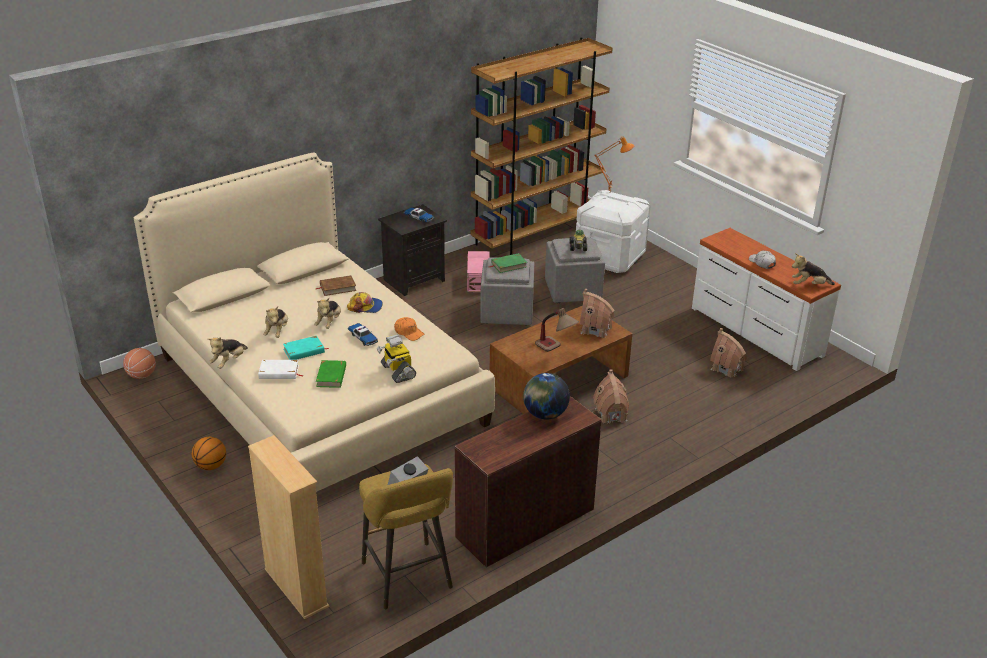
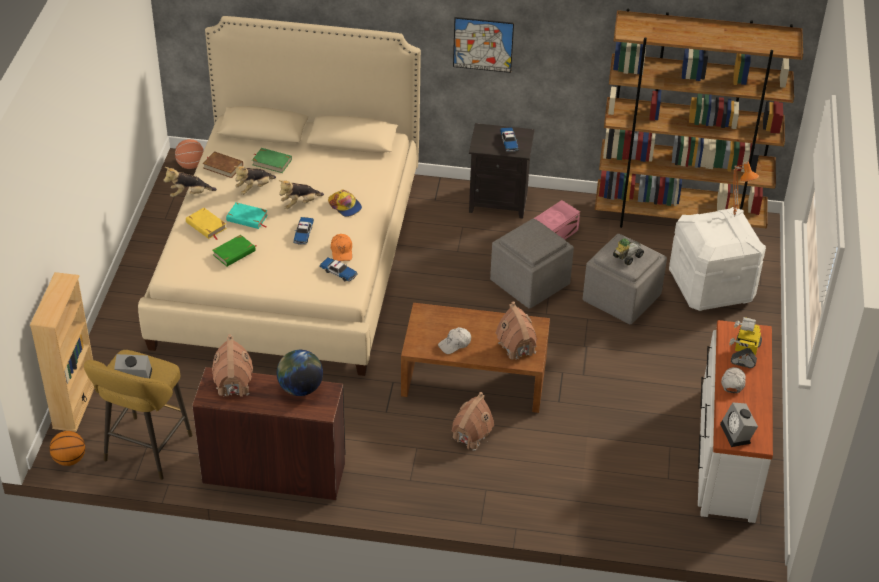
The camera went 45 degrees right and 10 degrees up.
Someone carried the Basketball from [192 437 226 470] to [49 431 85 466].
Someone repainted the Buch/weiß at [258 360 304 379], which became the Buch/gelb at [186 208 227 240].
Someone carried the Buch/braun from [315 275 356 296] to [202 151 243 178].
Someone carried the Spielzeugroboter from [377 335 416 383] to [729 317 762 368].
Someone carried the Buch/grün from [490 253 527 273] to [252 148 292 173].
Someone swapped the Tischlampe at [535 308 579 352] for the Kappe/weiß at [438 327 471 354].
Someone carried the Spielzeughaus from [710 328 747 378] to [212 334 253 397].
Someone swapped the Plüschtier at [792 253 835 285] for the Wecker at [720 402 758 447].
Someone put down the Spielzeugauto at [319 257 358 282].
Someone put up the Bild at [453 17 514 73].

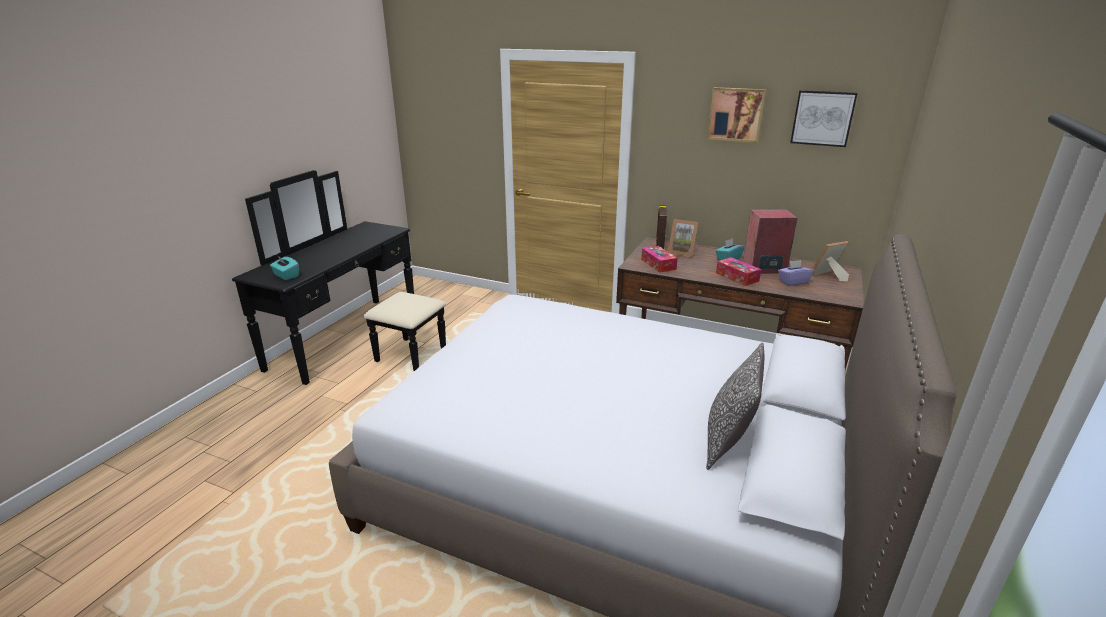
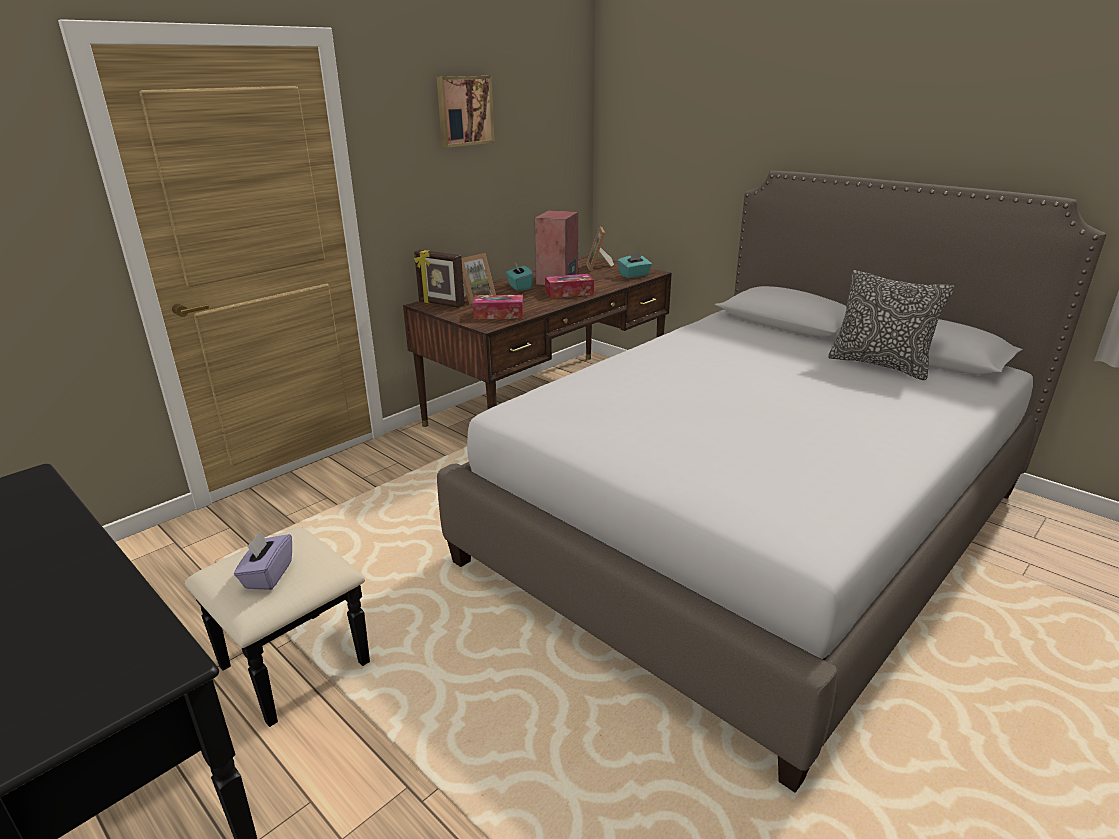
The camera went 70 degrees left and 0 degrees up.
Someone carried the Taschentuchbox/türkis from [270 256 299 280] to [618 252 652 278].
Someone carried the Taschentuchbox/lila from [778 260 814 286] to [234 531 292 590].
Someone took away the Bild at [790 90 858 147].

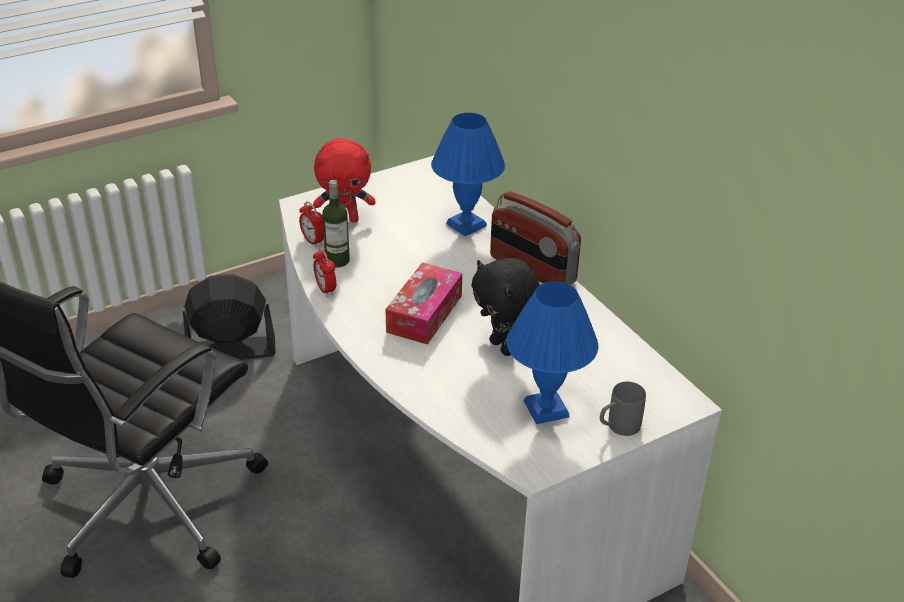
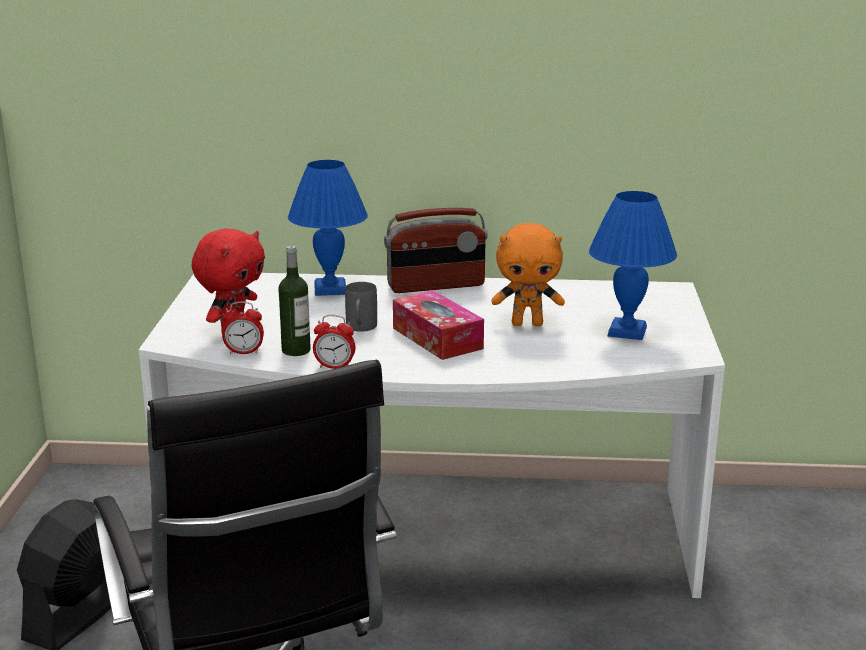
The camera went 55 degrees left and 15 degrees down.
Someone repainted the Plüschtier/schwarz at [471 258 540 356], which became the Plüschtier/orange at [491 223 565 326].
Someone carried the Henkelbecher/grau from [600 381 646 436] to [345 282 377 332].

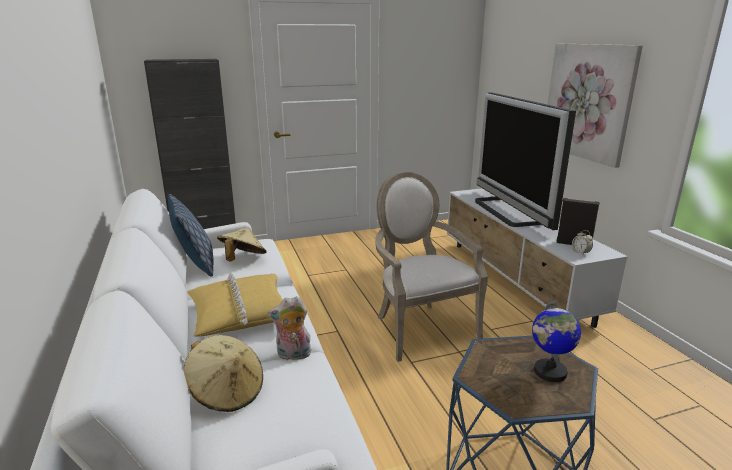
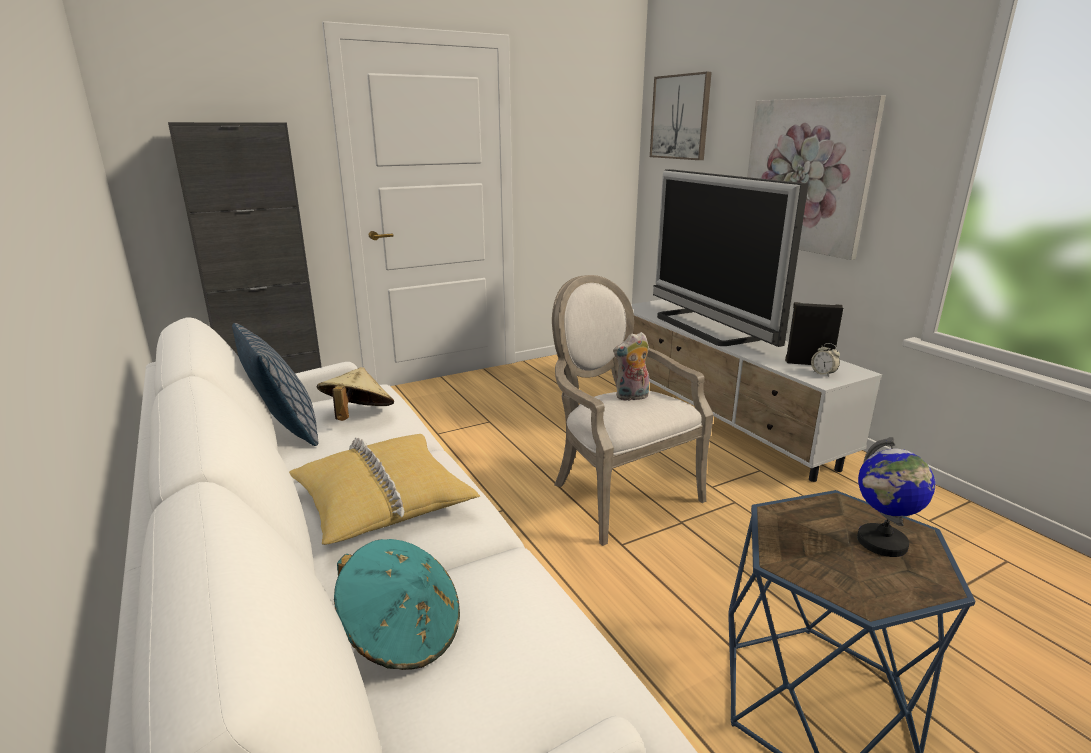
The camera went 10 degrees left and 0 degrees up.
Someone repainted the Hut/beige at [184 335 263 412], which became the Hut/türkis at [334 539 460 670].
Someone carried the Plüschtier from [268 296 311 360] to [613 332 649 401].
Someone put up the Bild at [650 72 712 160].

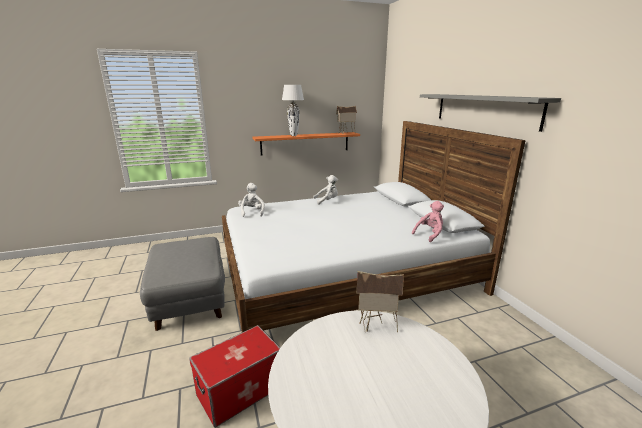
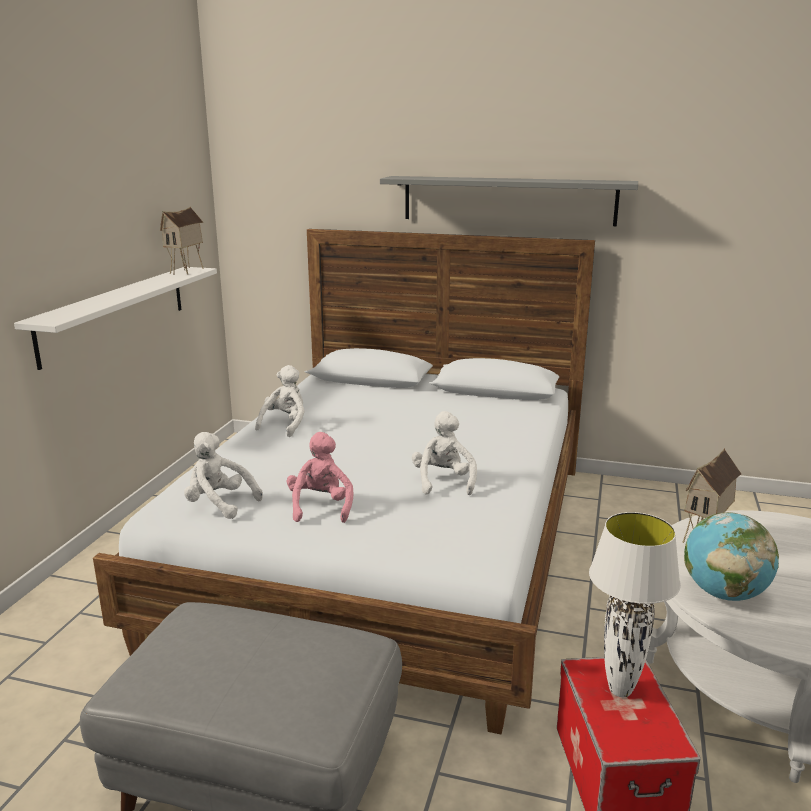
The camera went 55 degrees left and 0 degrees up.
Someone repainted the Wandregal/orange at [252 132 360 155], which became the Wandregal/weiß at [14 267 217 370].
Someone carried the Tischlampe/weiß from [282 85 304 136] to [589 512 681 697].
Someone carried the Plüschtier/rosa from [412 201 444 242] to [287 432 353 523].
Someone put down the Plüschtier/weiß at [412 411 477 495].
Someone put down the Globus at [684 512 779 601].

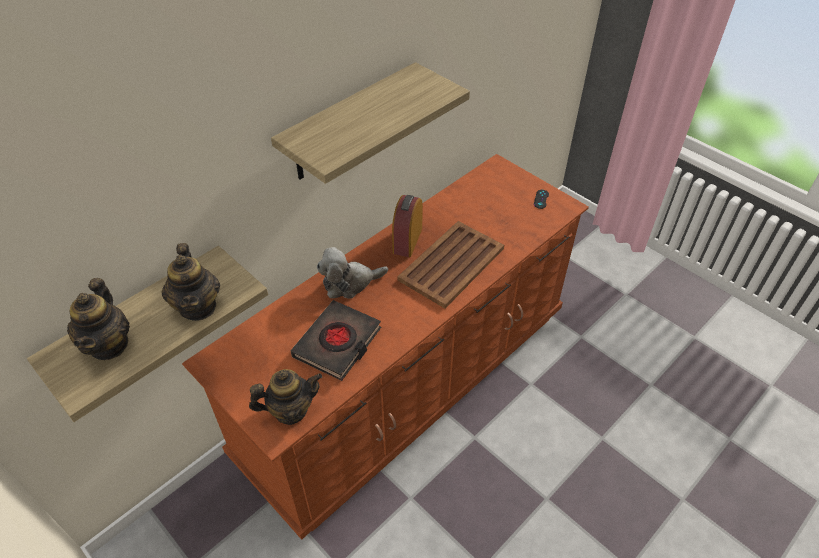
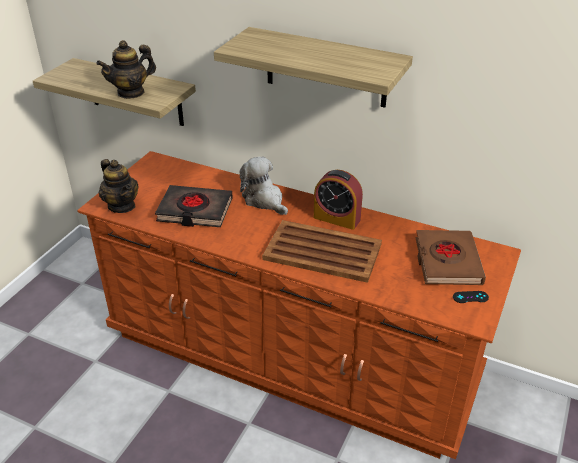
The camera went 70 degrees right and 10 degrees down.
Someone took away the Teekanne at [67 278 130 360].
Someone rotated the Wecker at [392 195 423 257] by 150 degrees counterclockwise.
Someone put down the Buch/braun at [416 230 486 285].

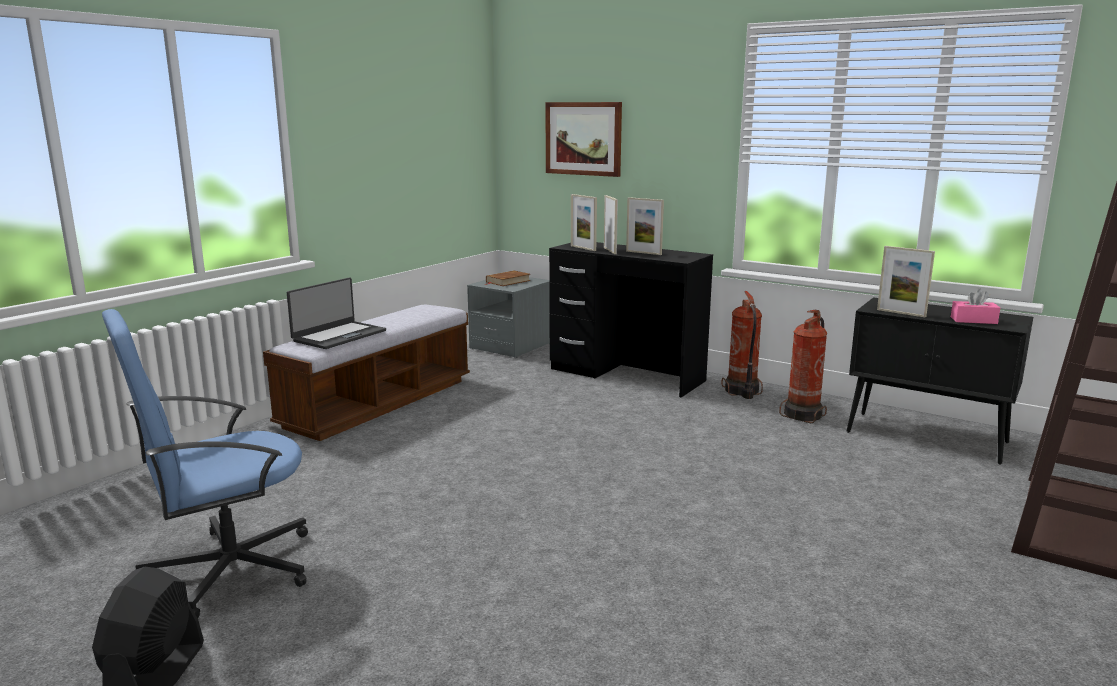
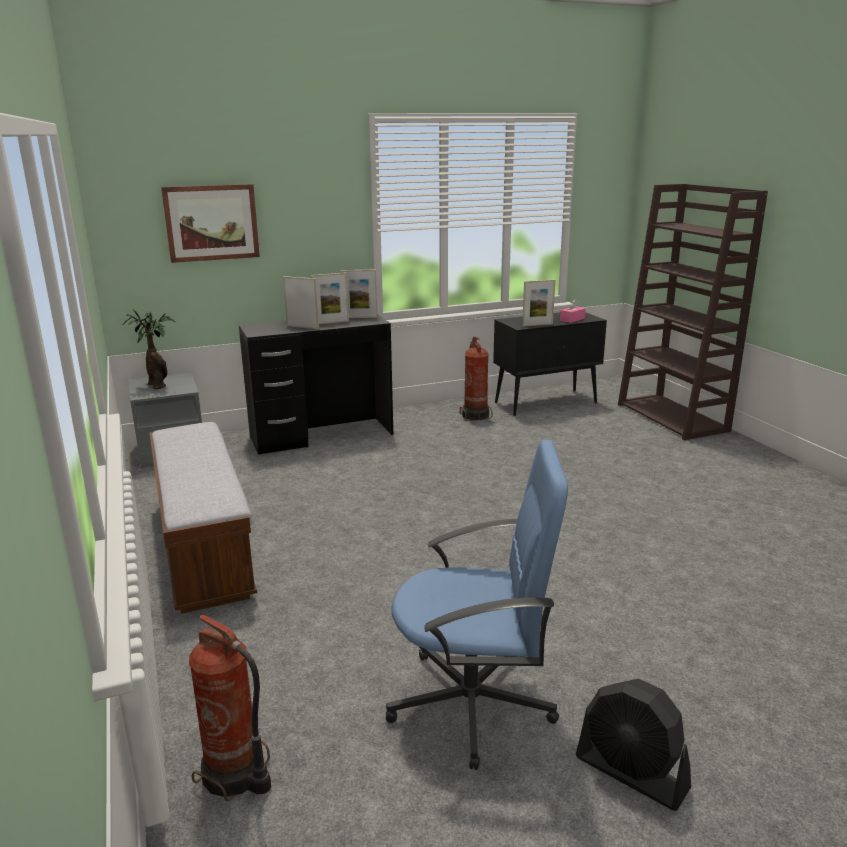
The camera went 55 degrees left and 5 degrees up.
Someone rotated the Bürostuhl/blau at [102 309 308 618] by 90 degrees counterclockwise.
Someone took away the Laptop at [287 278 386 349].
Someone swapped the Buch/braun at [485 271 531 286] for the Topfpflanze at [123 309 176 389].
Someone carried the Bilderrahmen from [571 194 597 251] to [341 270 377 318].
Someone carried the Feuerlöscher from [721 291 763 399] to [189 615 271 802].

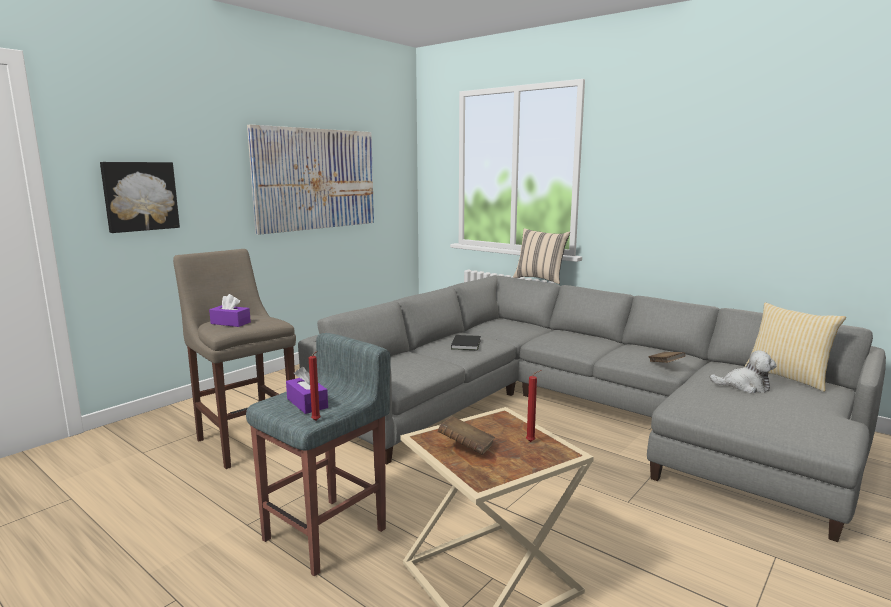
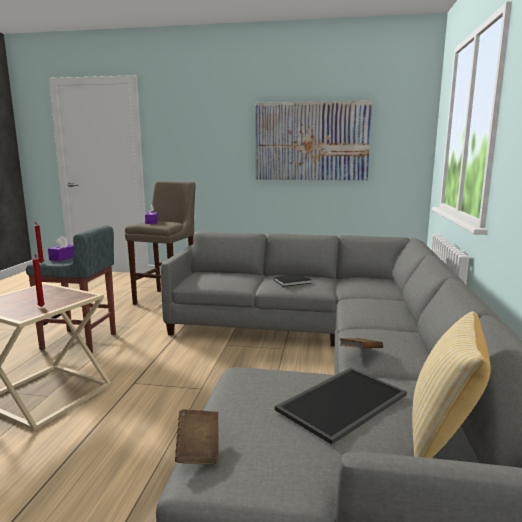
The camera went 60 degrees right and 0 degrees up.
Someone took away the Bild at [100 162 180 233].
Someone carried the Buch/braun from [438 416 495 455] to [175 409 219 465].
Someone took away the Kissen/beige at [513 228 570 284].
Someone swapped the Plüschtier at [710 350 776 393] for the Tablett at [275 368 407 445].

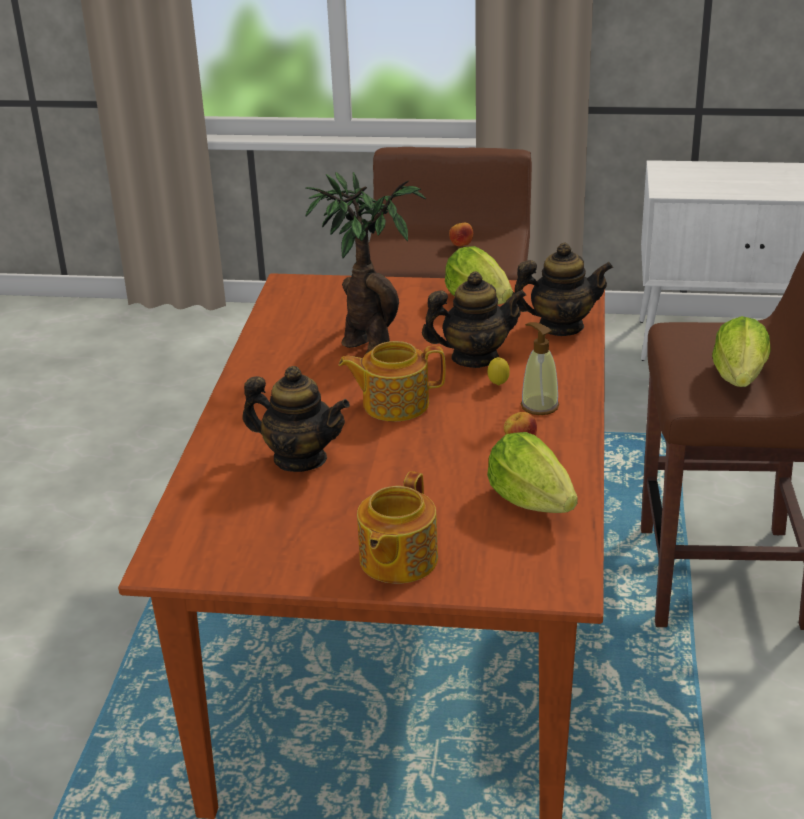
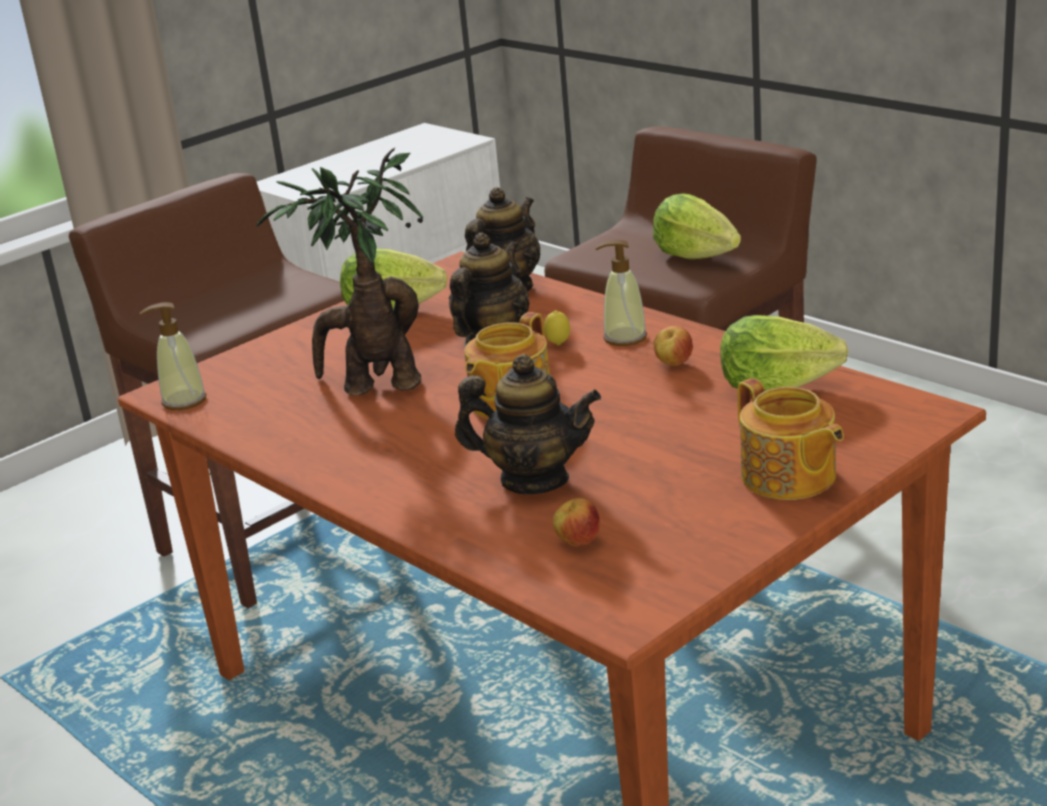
The camera went 50 degrees left and 5 degrees down.
Someone rotated the Teekanne at [242 366 350 472] by 45 degrees clockwise.
Someone carried the Apfel from [449 223 473 246] to [553 498 600 546].
Someone put down the Seifenspender at [140 302 207 410].

